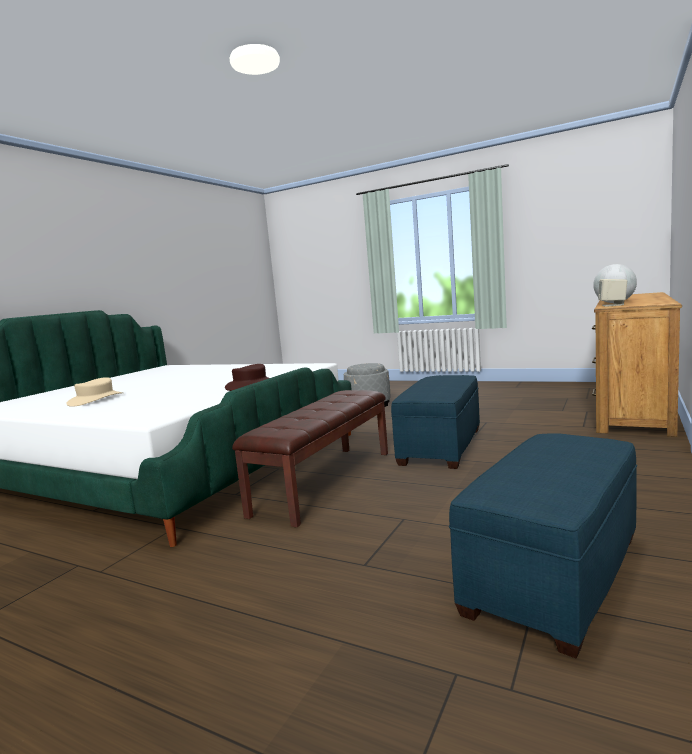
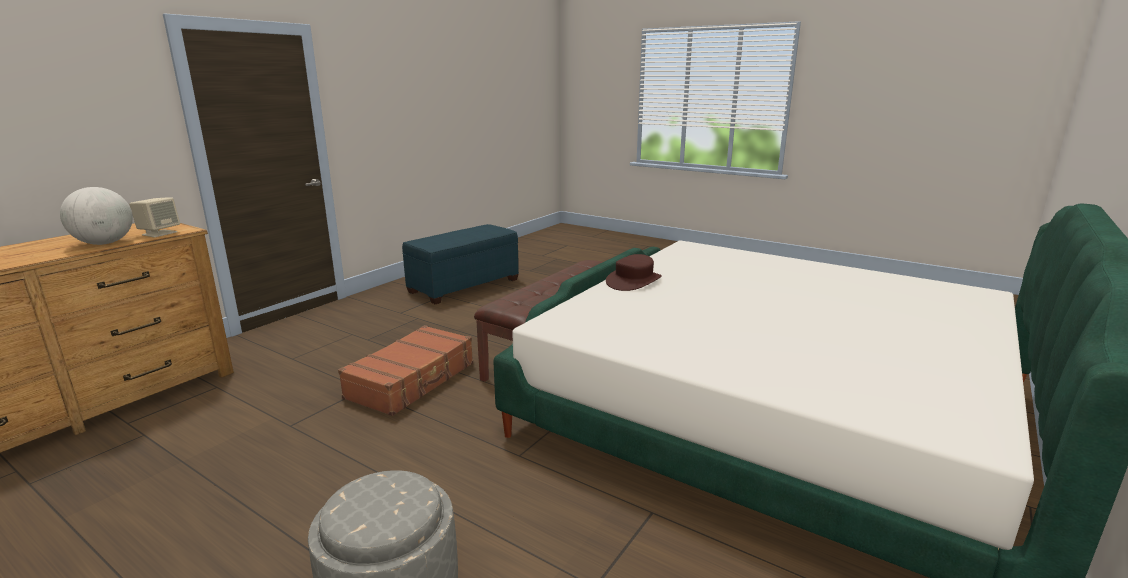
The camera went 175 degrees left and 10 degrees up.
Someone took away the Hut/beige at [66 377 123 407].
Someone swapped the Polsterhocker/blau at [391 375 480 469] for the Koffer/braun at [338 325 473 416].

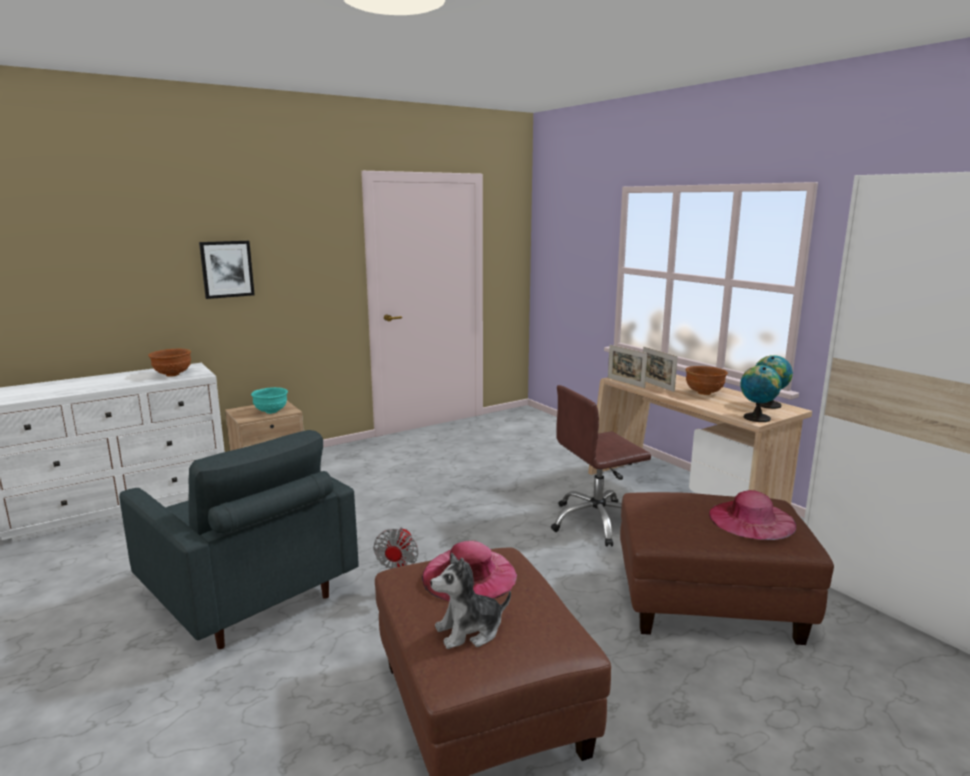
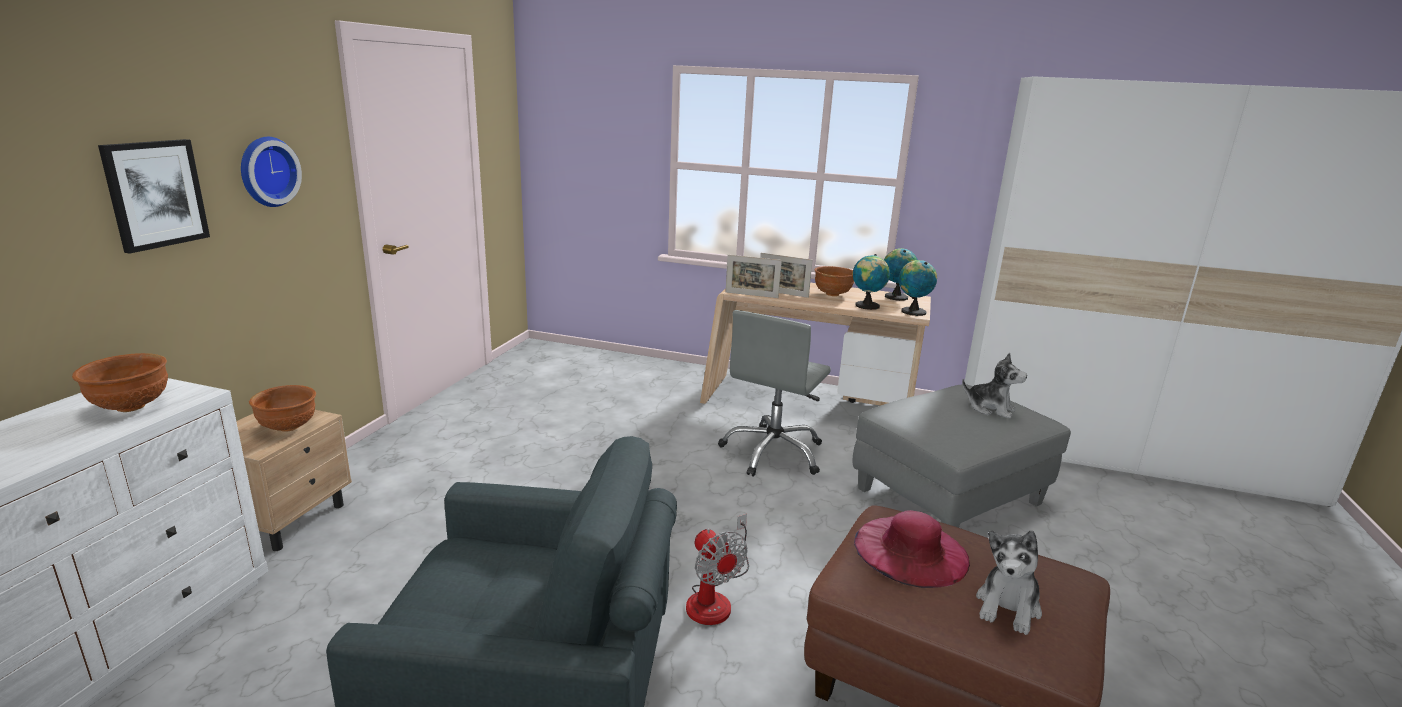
The camera went 40 degrees left and 5 degrees up.
Someone repainted the Schüssel/türkis at [251 387 288 414], which became the Schüssel/braun at [249 385 316 432].
Someone repainted the Bürostuhl/braun at [551 385 651 547], which became the Bürostuhl/grau at [718 310 831 477].
Someone repainted the Polsterhocker/braun at [620 492 834 645], which became the Polsterhocker/grau at [853 384 1071 528].
Someone swapped the Hut/rosa at [709 490 796 540] for the Plüschtier at [962 353 1027 419].
Someone put up the Wanduhr at [241 137 302 207].
Someone put down the Globus at [853 254 890 310].

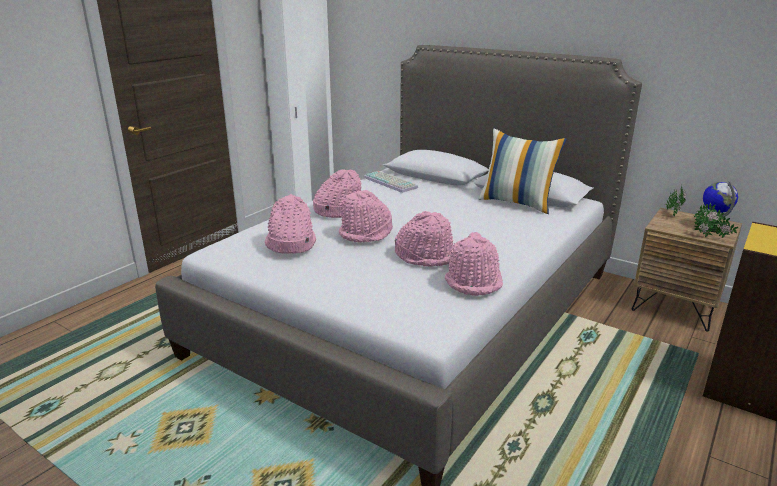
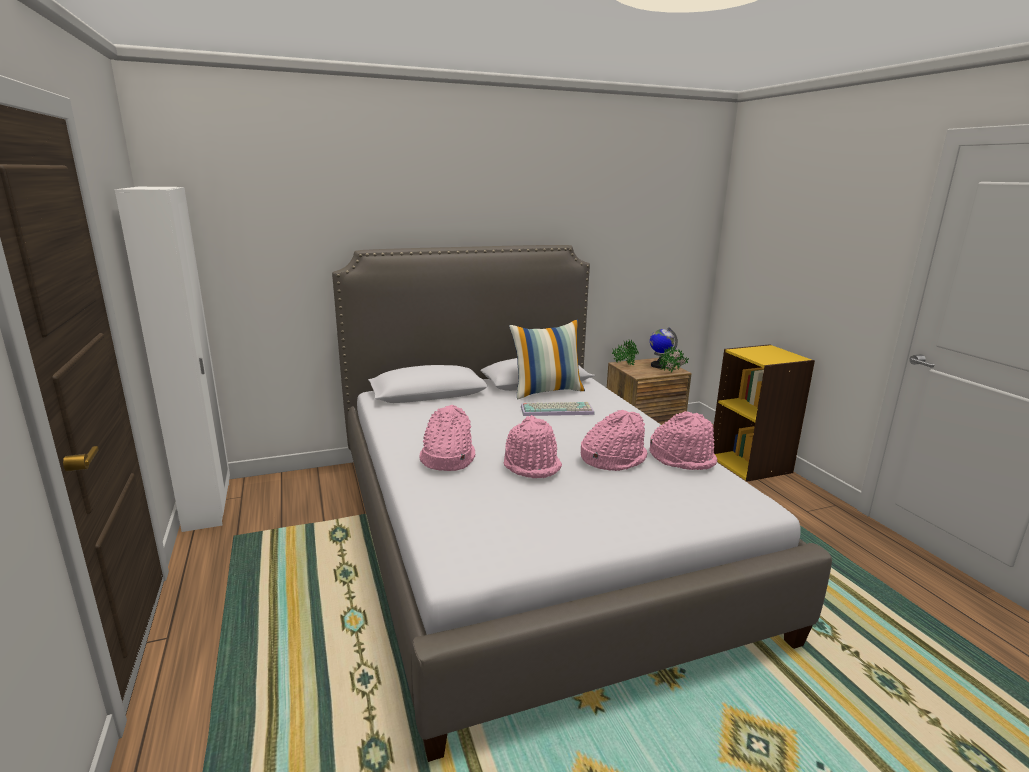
The camera went 55 degrees left and 5 degrees down.
Someone took away the Hut/rosa at [265 194 316 254].
Someone carried the Tastatur from [363 171 418 193] to [521 402 595 416].

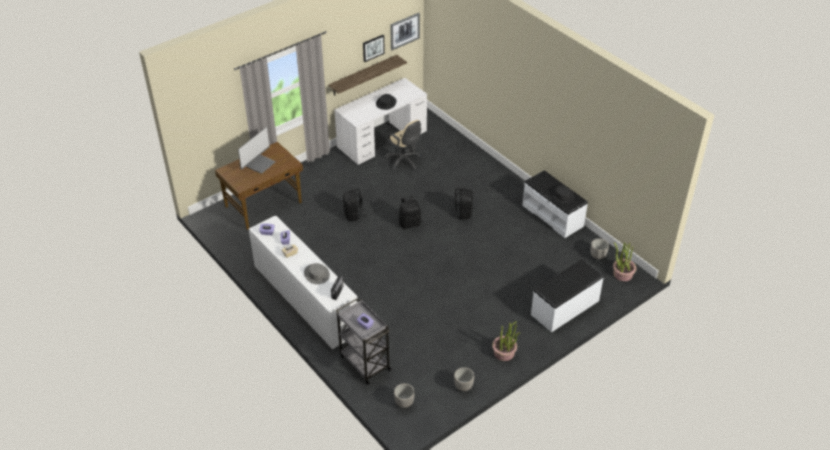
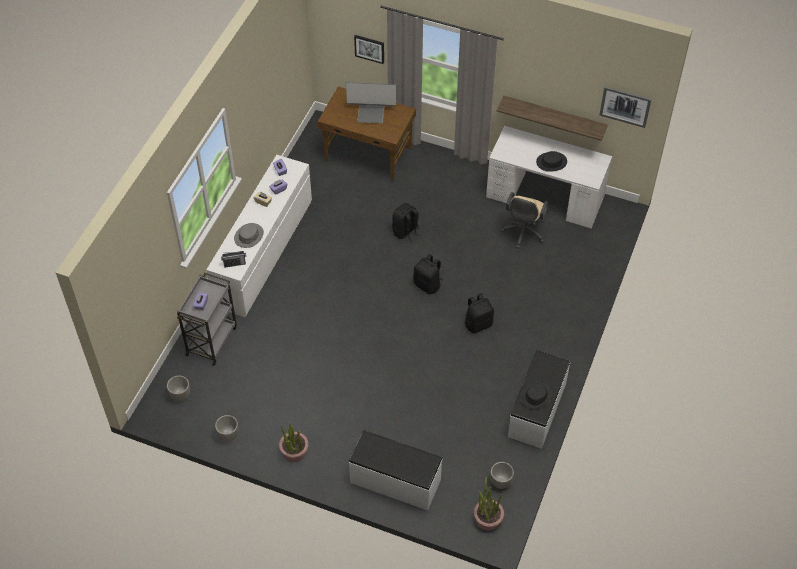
The camera went 60 degrees right and 10 degrees up.
Someone carried the Bild from [363 35 385 62] to [354 35 384 64].

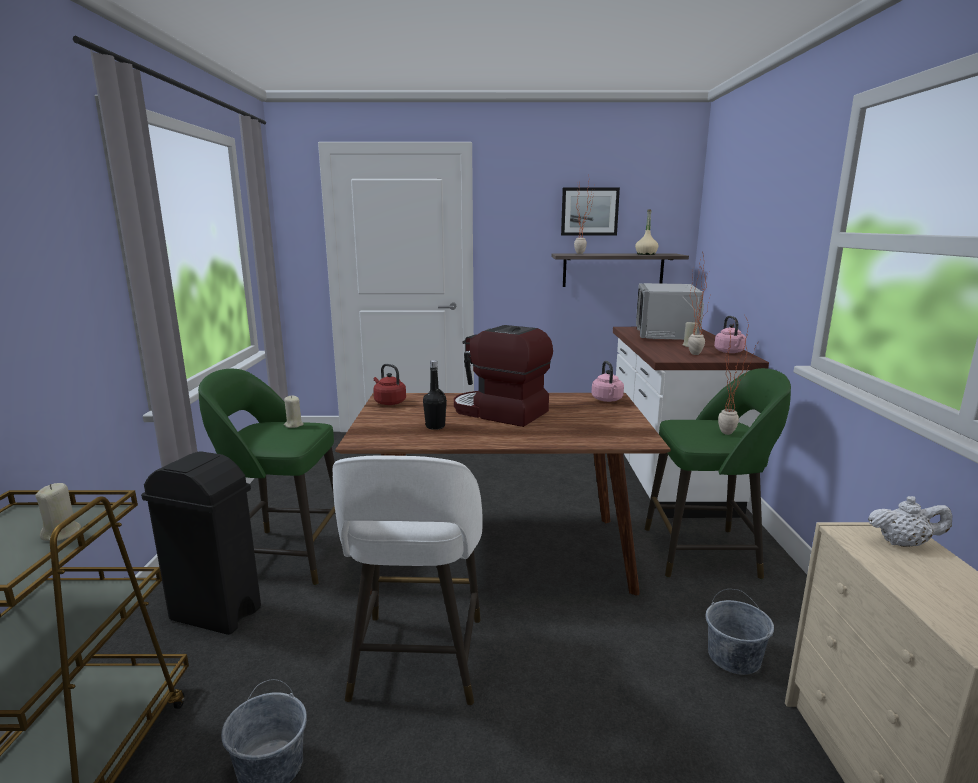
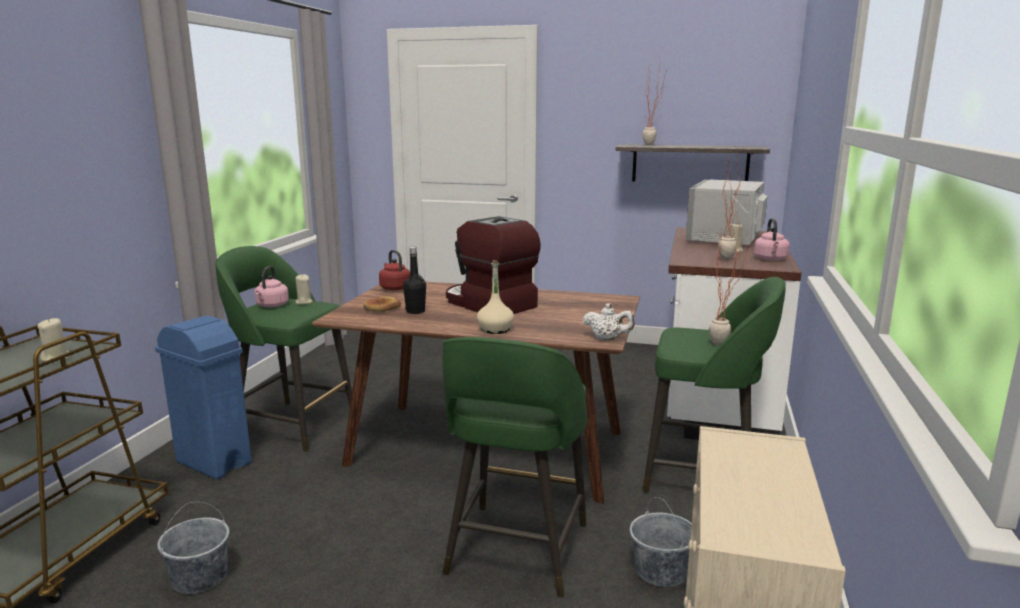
The camera went 15 degrees right and 0 degrees up.
Someone repainted the Mülleimer/schwarz at [141 451 261 635], which became the Mülleimer/blau at [155 316 252 479].
Someone took away the Hocker/weiß at [332 456 483 705].
Someone took away the Bild at [561 188 620 236].
Someone carried the Wasserkessel/rosa from [592 361 624 402] to [255 266 289 307].
Someone carried the Flasche/beige from [635 210 659 255] to [477 260 514 334].
Someone carried the Teekanne/weiß from [868 496 952 547] to [583 303 635 340].
Someone put down the Brot at [363 296 401 312].
Someone put down the Hocker/grün at [442 337 587 597].

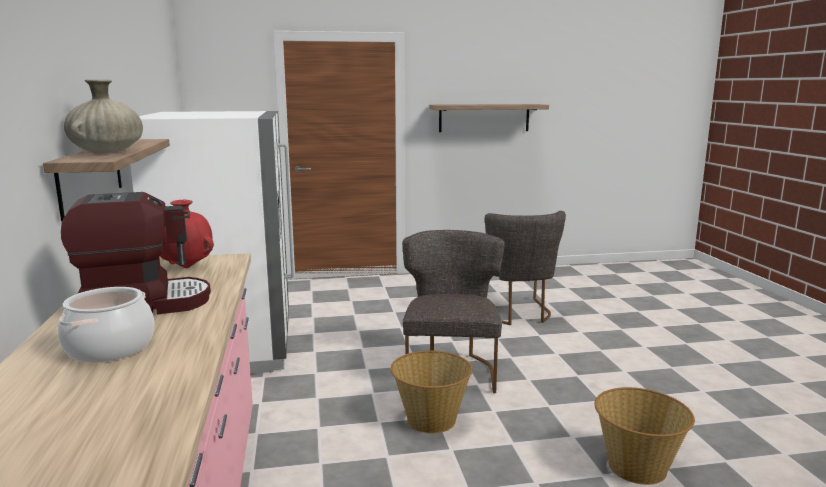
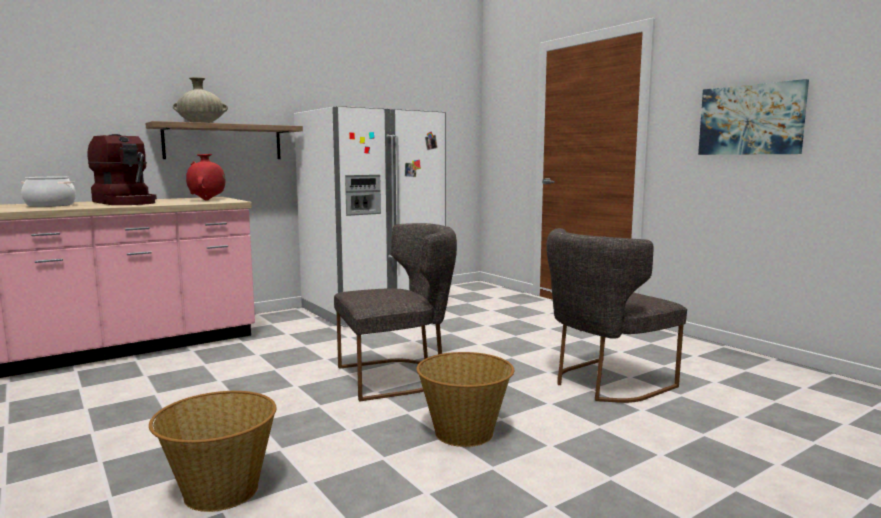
The camera went 65 degrees right and 5 degrees down.
Someone carried the Korb from [390 351 473 434] to [416 352 514 447].
Someone swapped the Wandregal at [429 104 549 132] for the Bild at [698 79 809 155].

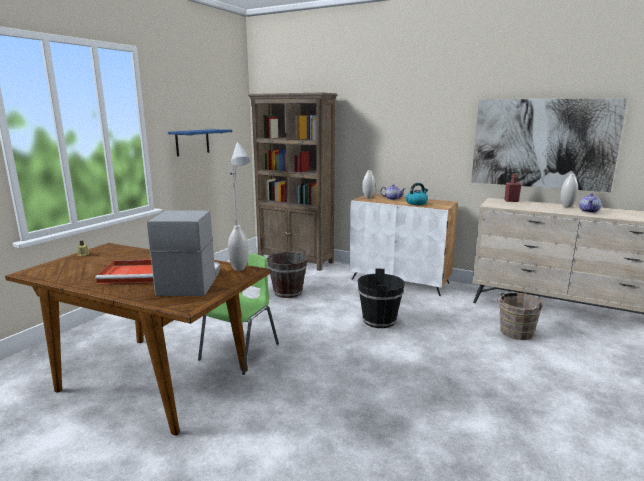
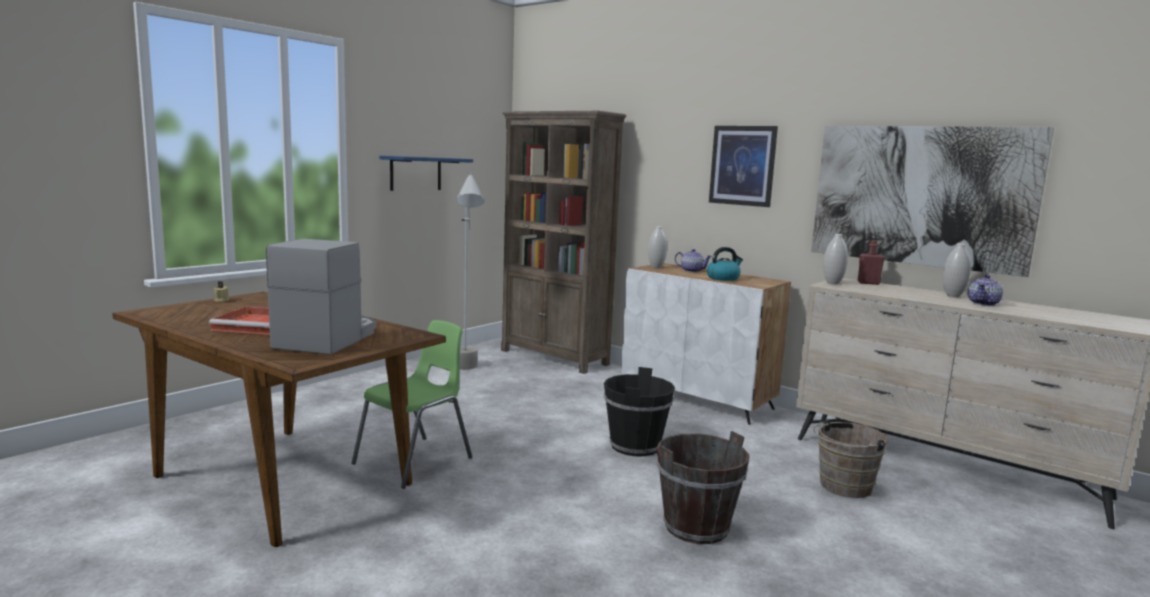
The camera went 10 degrees right and 5 degrees down.
Someone carried the Vase/weiß from [228 225 249 271] to [823 234 848 284].
Someone carried the Eimer/braun from [267 249 308 298] to [656 431 750 544].
Someone put up the Bild at [709 126 778 207].

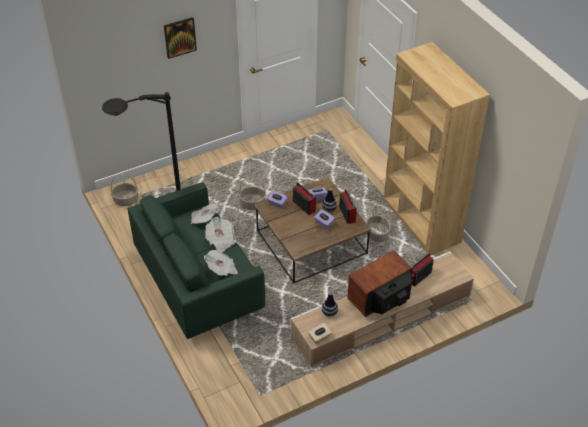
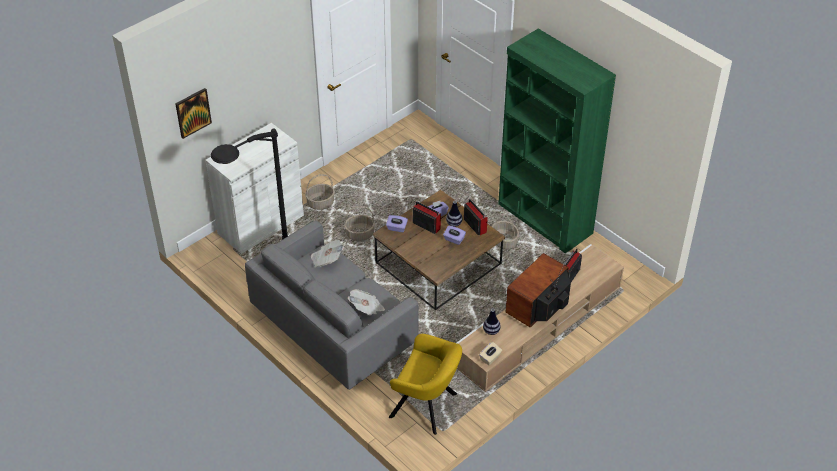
The camera went 15 degrees left and 0 degrees up.
Someone carried the Korb from [111 174 138 206] to [305 174 335 210].
Someone repainted the Sofa/grün at [128 183 265 339], which became the Sofa/grau at [245 220 419 390].
Someone carried the Bild from [164 17 197 59] to [175 88 212 139].
Someone took away the Zeitung at [205 217 235 252].
Someone repainted the Bücherregal/braun at [384 42 490 255], which became the Bücherregal/grün at [498 29 616 253].
Someone put down the Schrank/weiß at [205 123 304 254].
Someone put down the Sessel/gelb at [389 334 462 435].

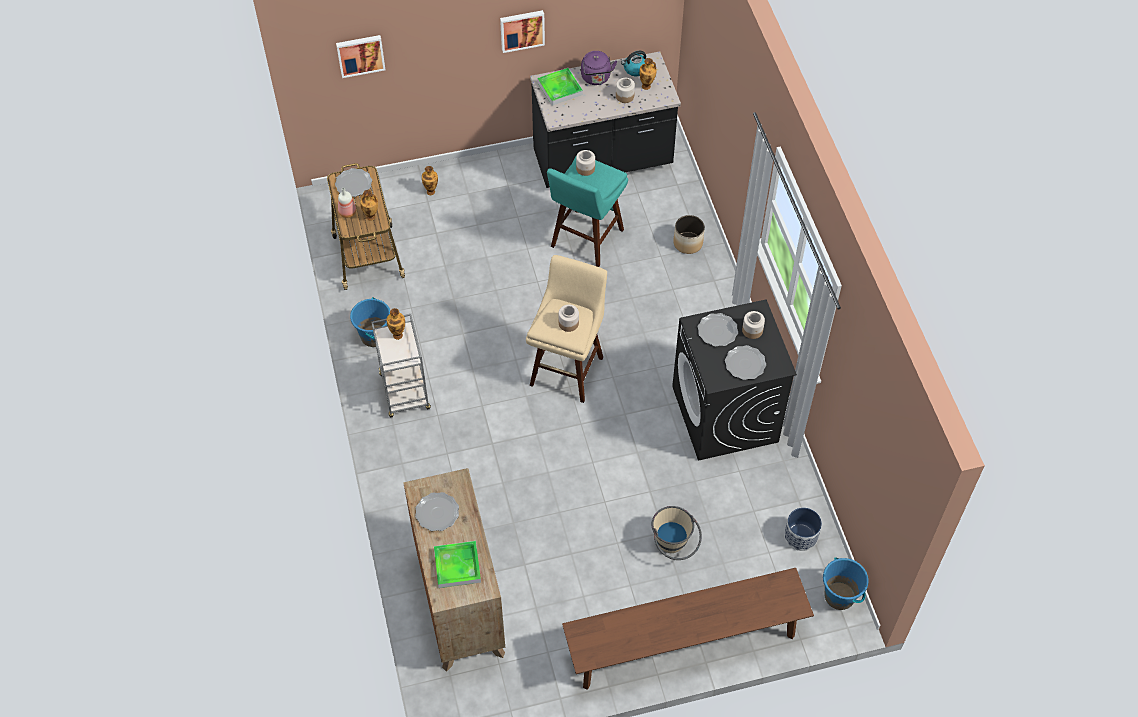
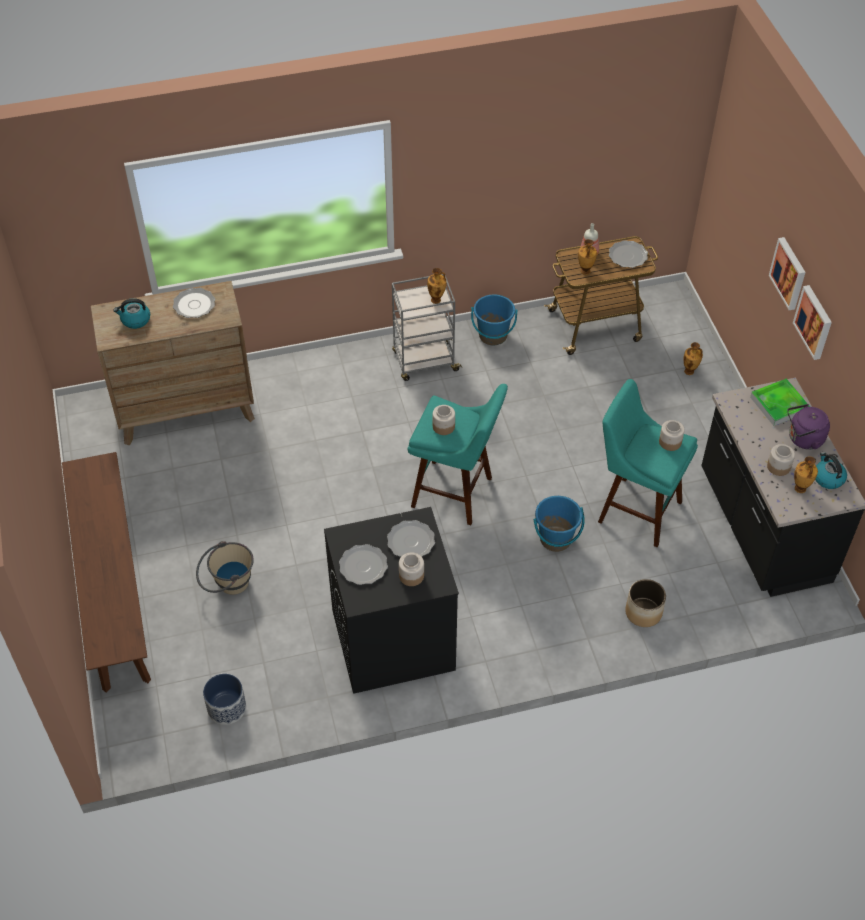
The camera went 90 degrees right and 5 degrees down.
Someone carried the Bild from [336 35 385 78] to [769 237 805 310].
Someone swapped the Tablett at [434 541 481 588] for the Wasserkessel at [113 298 150 329].
Someone repainted the Hocker/beige at [526 255 607 403], which became the Hocker/türkis at [408 384 508 525].
Someone carried the Eimer/blau from [823 557 869 610] to [533 496 585 552].

